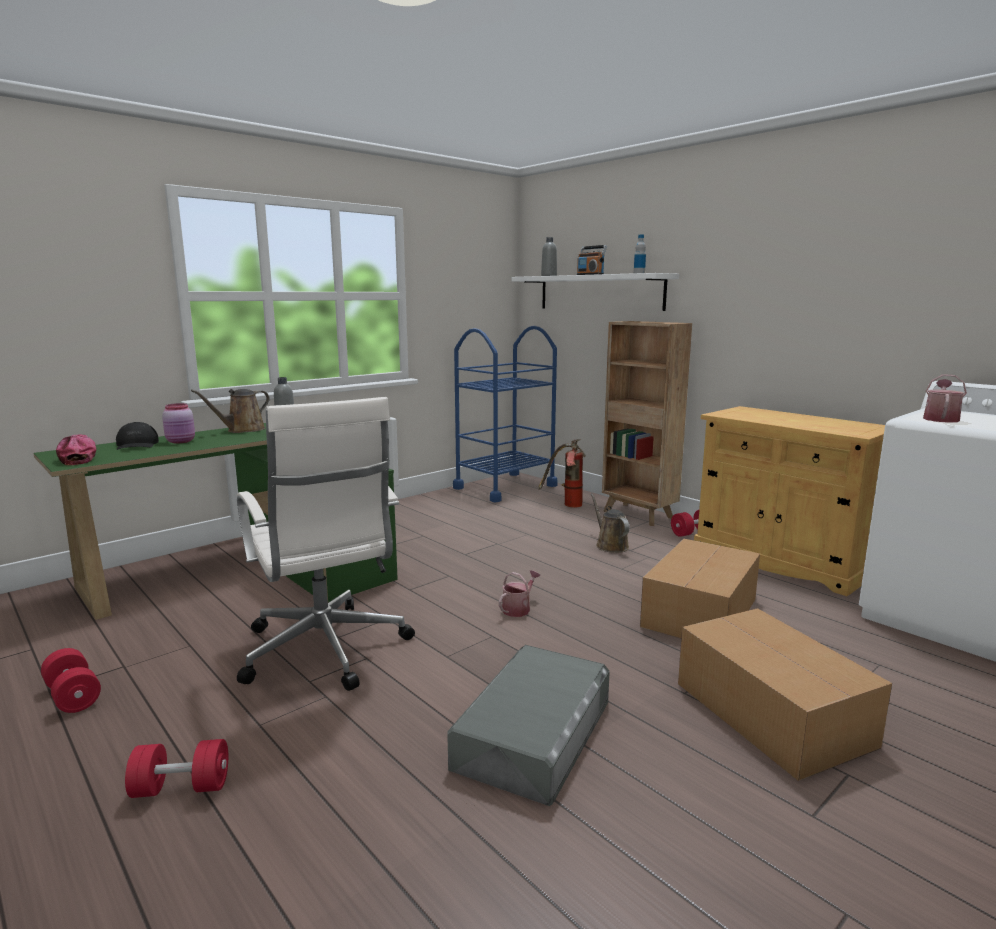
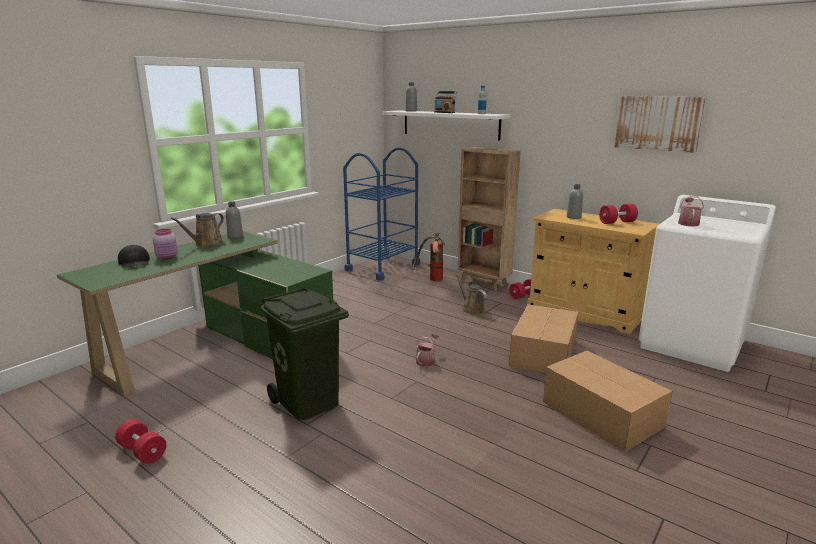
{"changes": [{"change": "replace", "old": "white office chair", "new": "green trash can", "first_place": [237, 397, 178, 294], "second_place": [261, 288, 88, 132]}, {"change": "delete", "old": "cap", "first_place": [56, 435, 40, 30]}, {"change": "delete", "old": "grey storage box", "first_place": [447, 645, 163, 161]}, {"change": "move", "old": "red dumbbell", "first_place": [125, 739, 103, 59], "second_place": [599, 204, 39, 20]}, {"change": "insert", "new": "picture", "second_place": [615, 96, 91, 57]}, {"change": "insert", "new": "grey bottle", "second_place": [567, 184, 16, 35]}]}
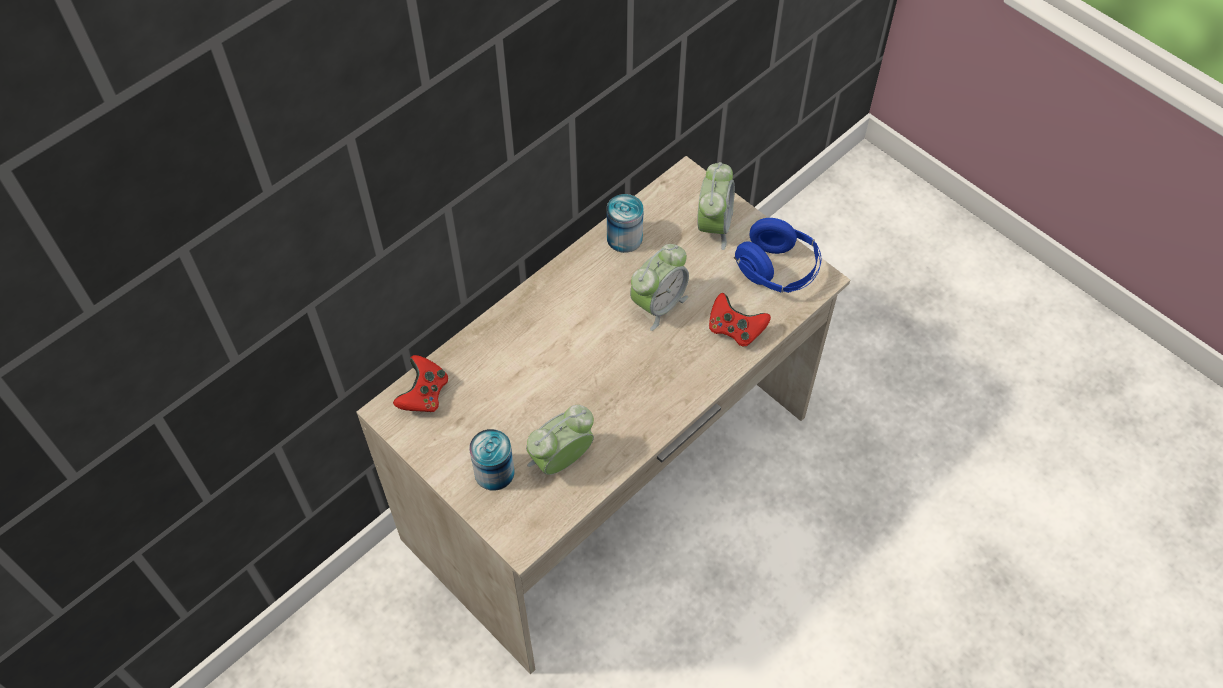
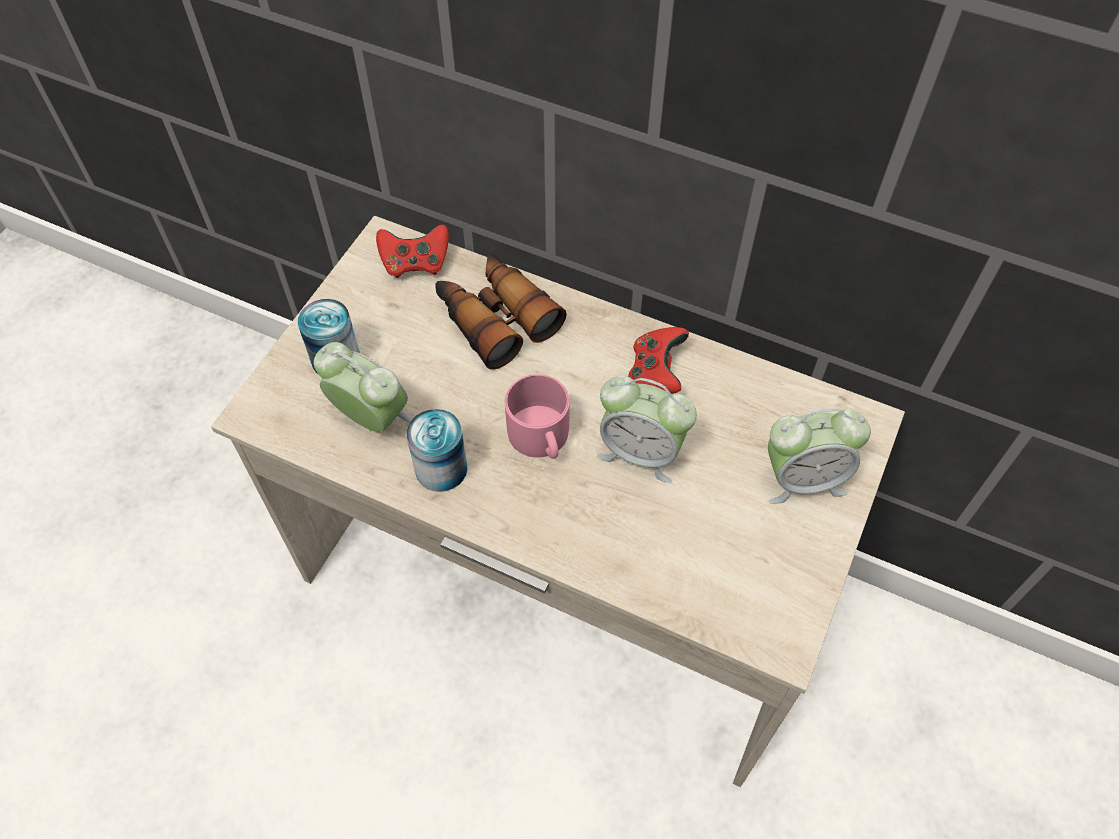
{"changes": [{"change": "move", "old": "can", "first_place": [607, 194, 37, 59], "second_place": [407, 409, 60, 83]}, {"change": "delete", "old": "blue headphones", "first_place": [734, 218, 87, 75]}, {"change": "move", "old": "red game controller", "first_place": [709, 293, 62, 54], "second_place": [628, 327, 61, 67]}, {"change": "insert", "new": "binoculars", "second_place": [435, 252, 132, 118]}, {"change": "insert", "new": "pink mug", "second_place": [505, 374, 65, 85]}]}
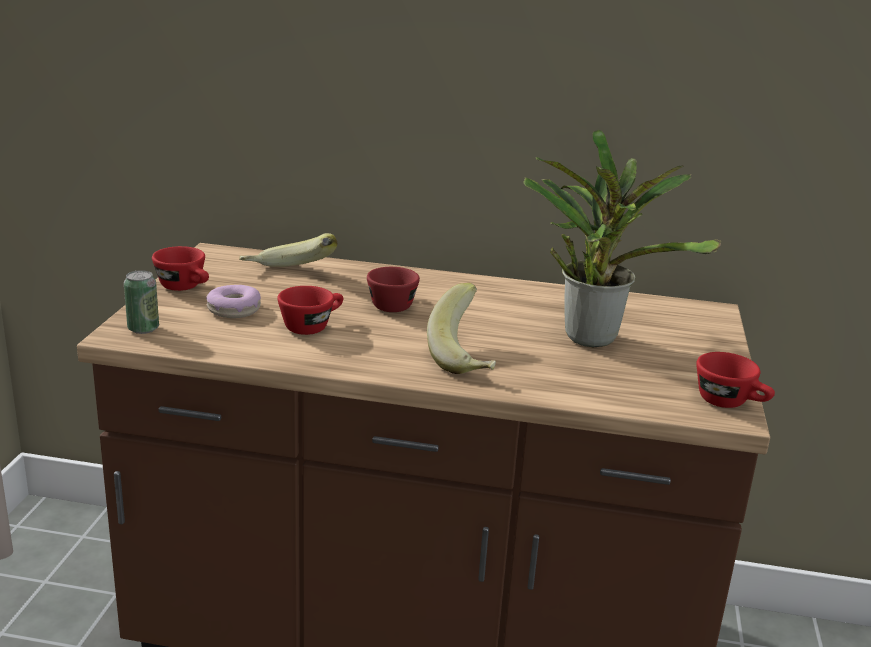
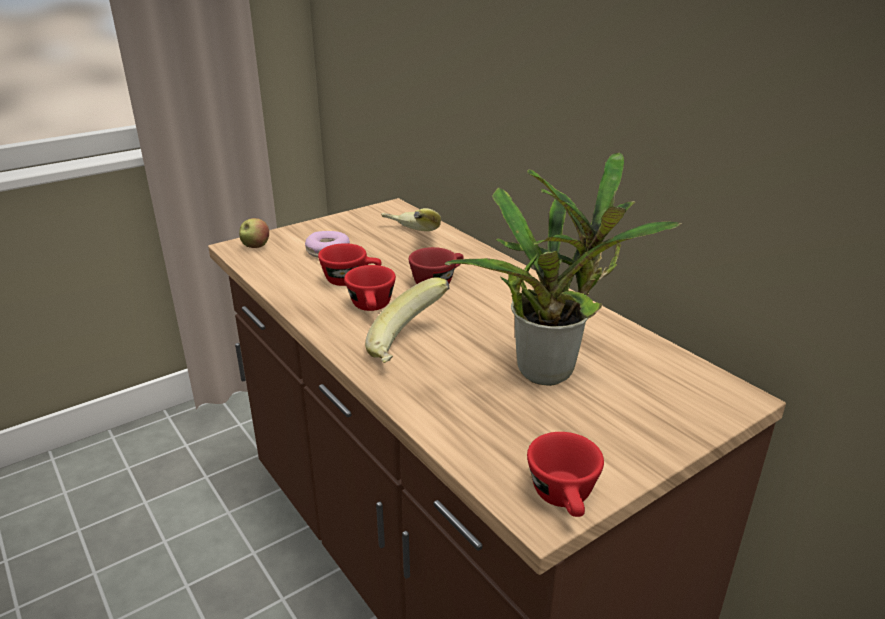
{"changes": [{"change": "move", "old": "red cup", "first_place": [152, 246, 57, 45], "second_place": [344, 265, 52, 46]}, {"change": "replace", "old": "can", "new": "apple", "first_place": [124, 270, 35, 64], "second_place": [239, 218, 30, 30]}]}
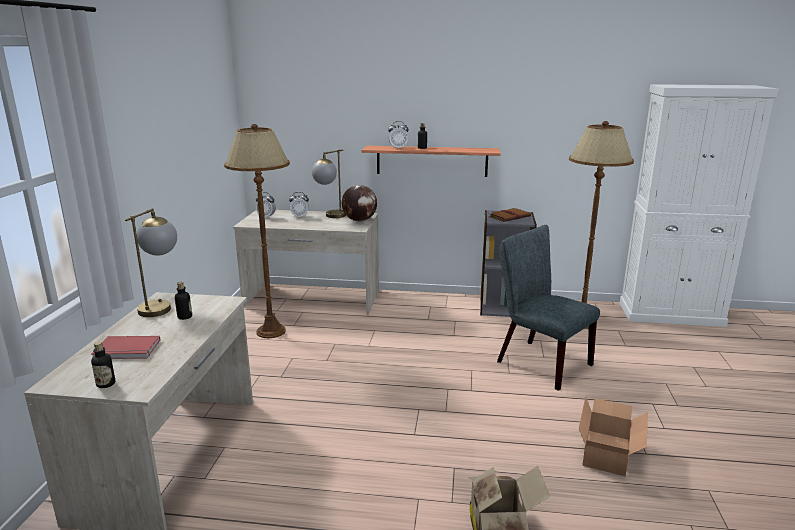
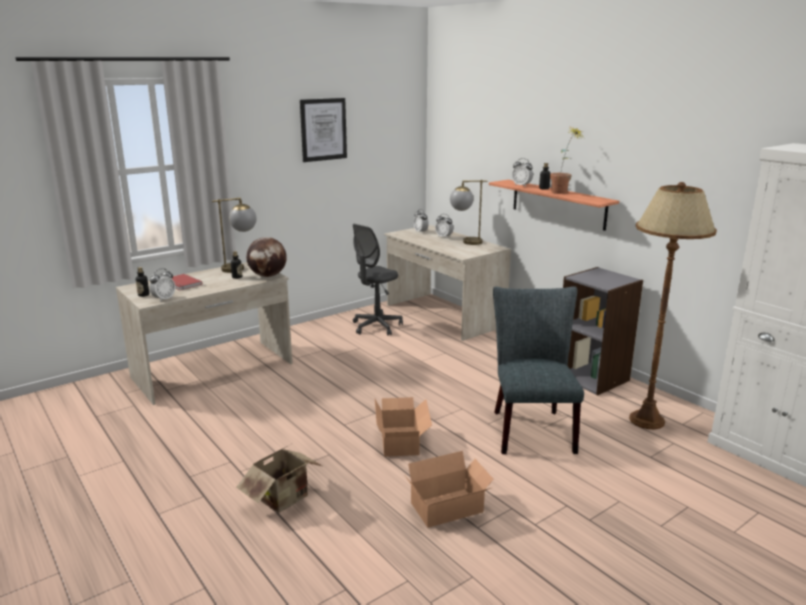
{"changes": [{"change": "replace", "old": "brown floor lamp", "new": "grey office chair", "first_place": [224, 124, 66, 214], "second_place": [353, 224, 50, 111]}, {"change": "move", "old": "globe", "first_place": [342, 185, 35, 36], "second_place": [246, 237, 41, 40]}, {"change": "delete", "old": "brown book", "first_place": [488, 208, 43, 14]}, {"change": "insert", "new": "picture", "second_place": [300, 98, 47, 64]}, {"change": "insert", "new": "potted plant", "second_place": [550, 128, 33, 66]}, {"change": "insert", "new": "alarm clock", "second_place": [149, 268, 27, 34]}, {"change": "insert", "new": "cardboard box", "second_place": [375, 397, 57, 60]}]}
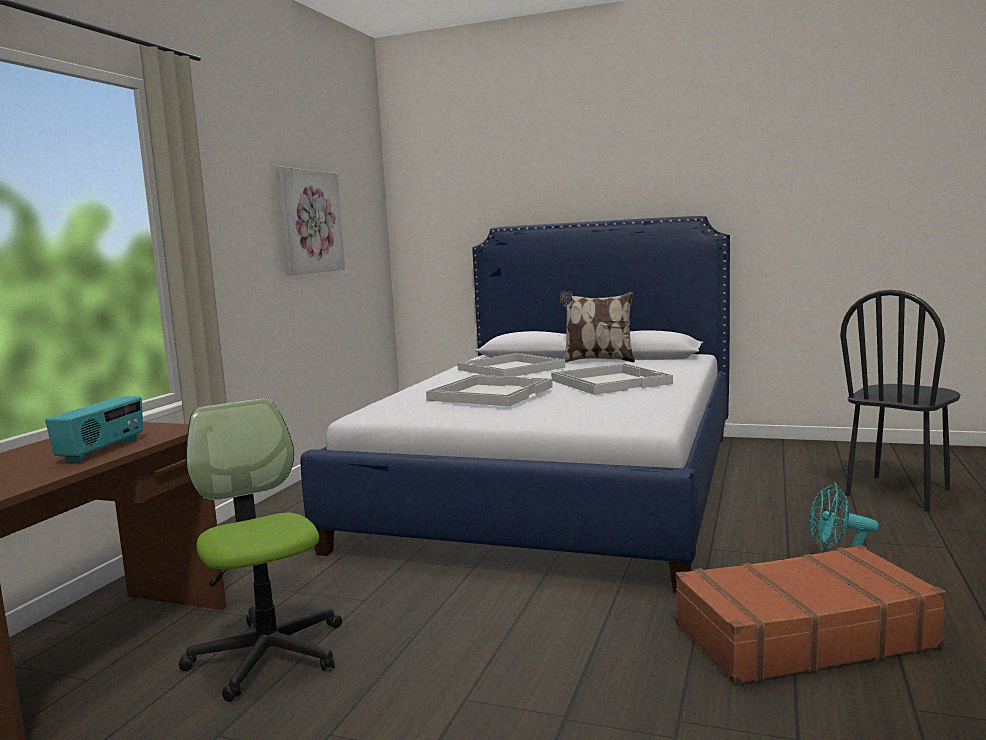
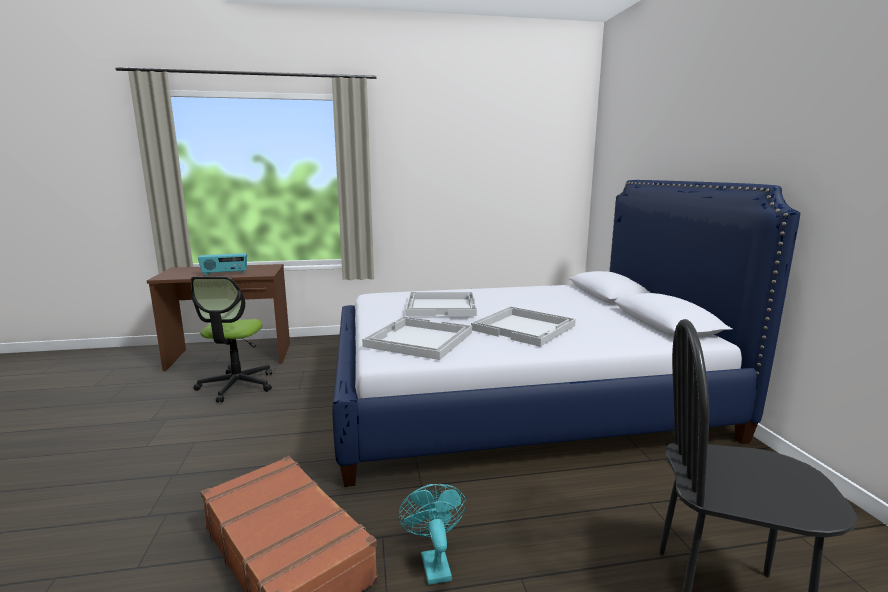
{"changes": [{"change": "delete", "old": "picture", "first_place": [276, 166, 69, 109]}, {"change": "delete", "old": "pillow", "first_place": [560, 291, 75, 72]}, {"change": "move", "old": "white tray", "first_place": [457, 353, 108, 24], "second_place": [362, 316, 110, 44]}, {"change": "rotate", "old": "office chair", "first_place": [179, 399, 163, 303], "second_place": [191, 277, 81, 125], "degrees": 150}]}
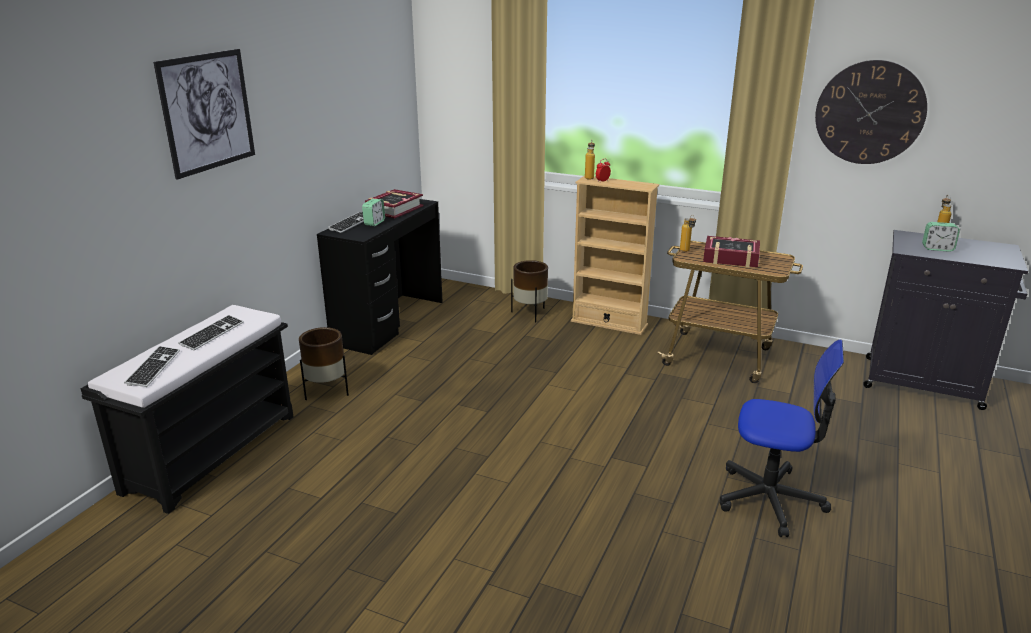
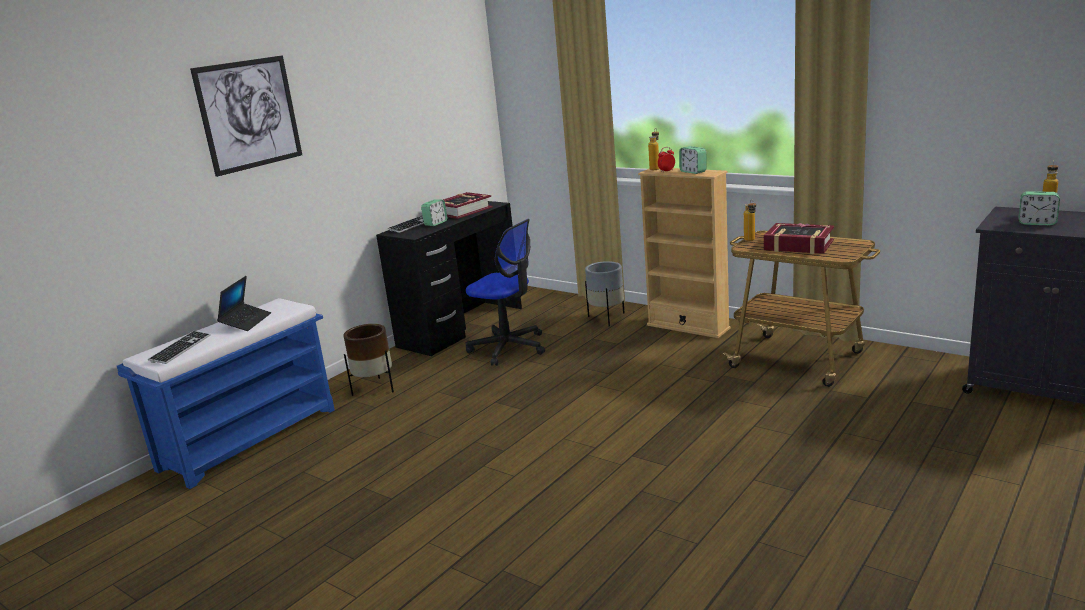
{"changes": [{"change": "delete", "old": "wall clock", "first_place": [815, 60, 112, 104]}, {"change": "recolor", "old": "brown planter", "new": "grey planter", "first_place": [511, 260, 37, 62], "second_place": [585, 261, 40, 65]}, {"change": "recolor", "old": "black bench", "new": "blue bench", "first_place": [81, 305, 212, 209], "second_place": [117, 298, 218, 191]}, {"change": "replace", "old": "keyboard", "new": "laptop", "first_place": [178, 315, 66, 36], "second_place": [217, 276, 54, 55]}, {"change": "move", "old": "office chair", "first_place": [720, 340, 124, 197], "second_place": [466, 219, 79, 147]}, {"change": "insert", "new": "alarm clock", "second_place": [679, 146, 27, 28]}]}
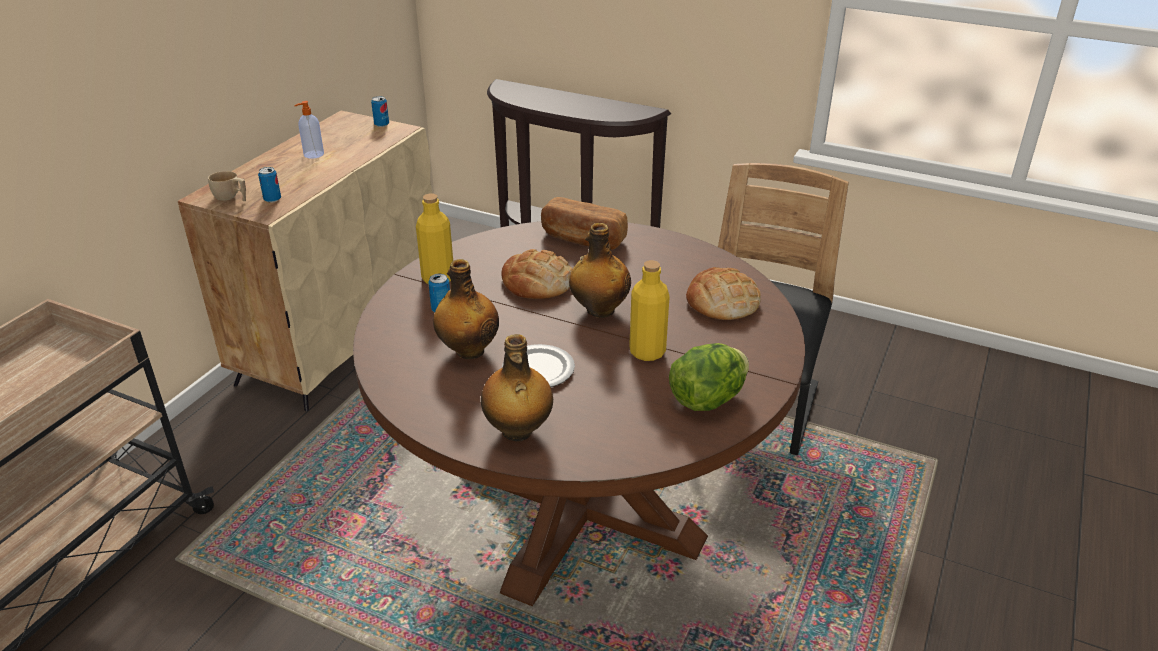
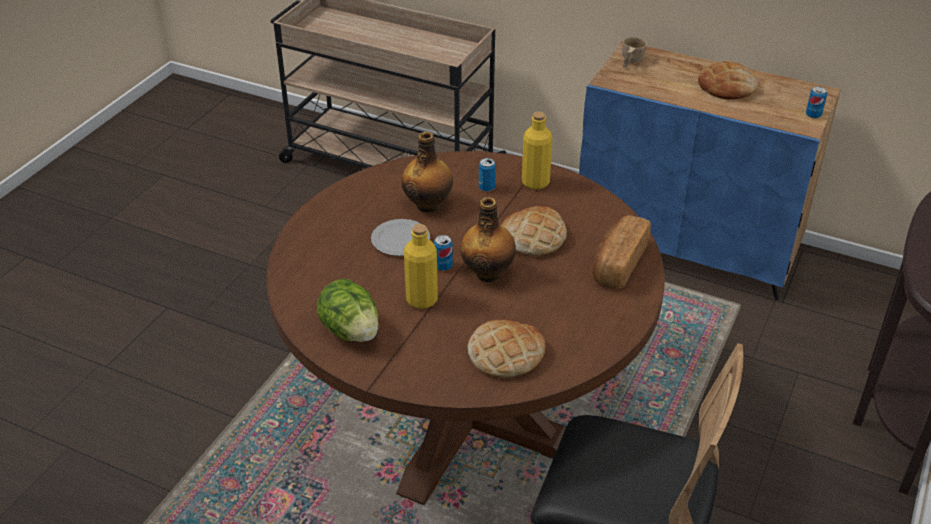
{"changes": [{"change": "replace", "old": "soap dispenser", "new": "bread", "first_place": [294, 101, 30, 58], "second_place": [698, 61, 60, 39]}, {"change": "recolor", "old": "beige cabinet", "new": "blue cabinet", "first_place": [178, 111, 255, 300], "second_place": [579, 41, 262, 259]}, {"change": "move", "old": "can", "first_place": [258, 167, 23, 36], "second_place": [434, 235, 19, 36]}, {"change": "delete", "old": "bottle", "first_place": [481, 334, 72, 108]}]}
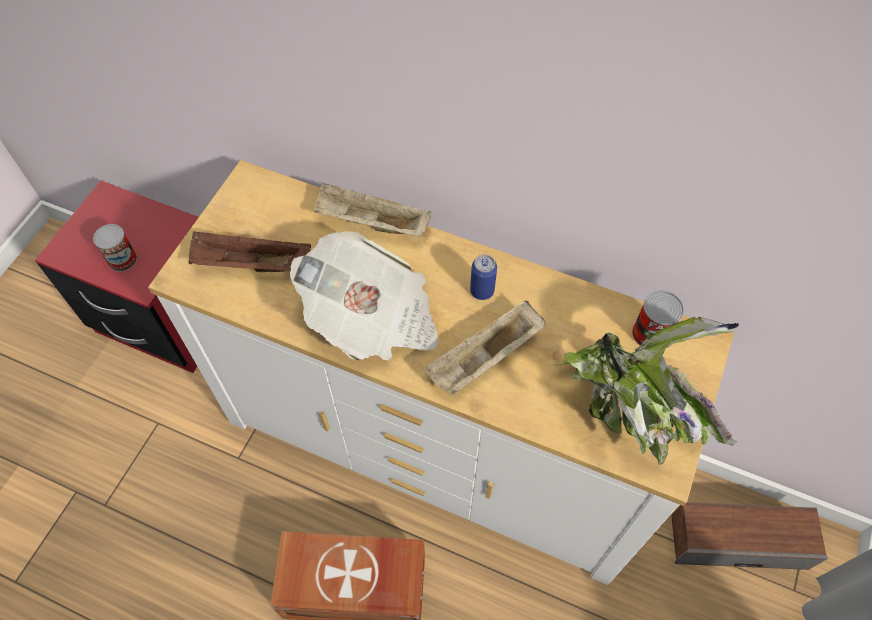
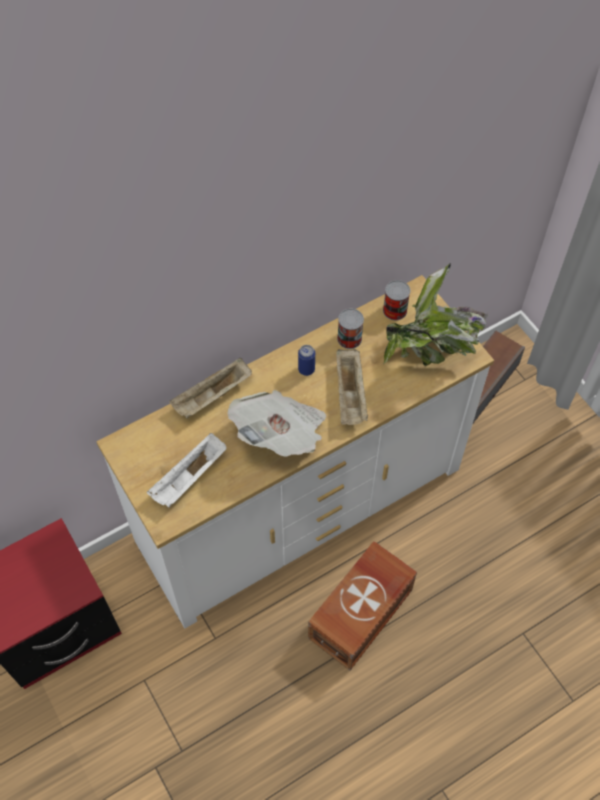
{"changes": [{"change": "move", "old": "can", "first_place": [93, 224, 44, 48], "second_place": [337, 308, 27, 41]}, {"change": "recolor", "old": "brown tray", "new": "white tray", "first_place": [188, 231, 123, 41], "second_place": [147, 433, 79, 74]}]}
